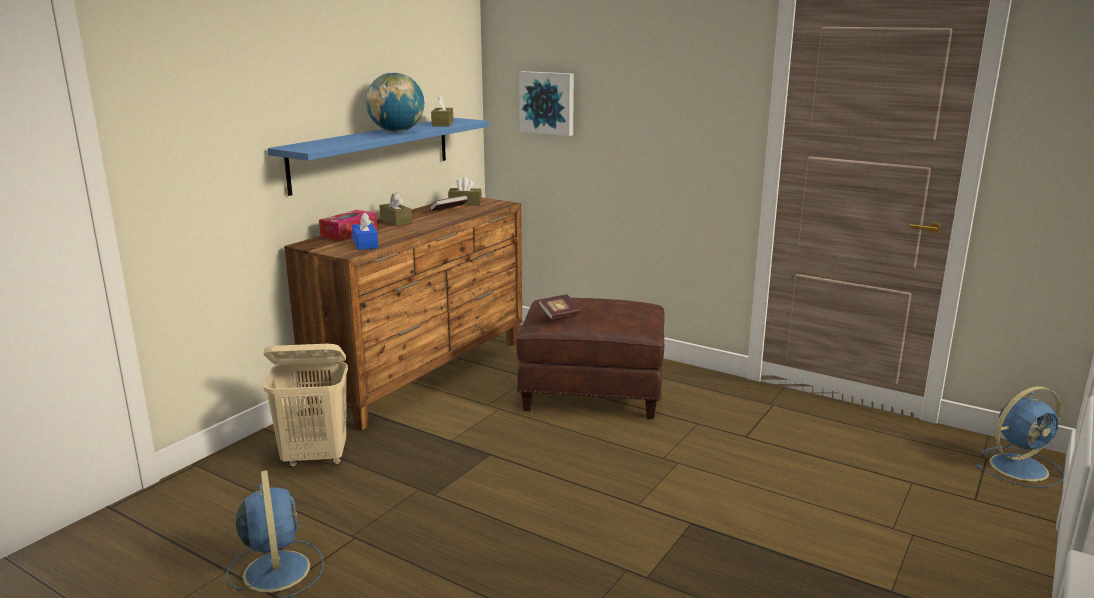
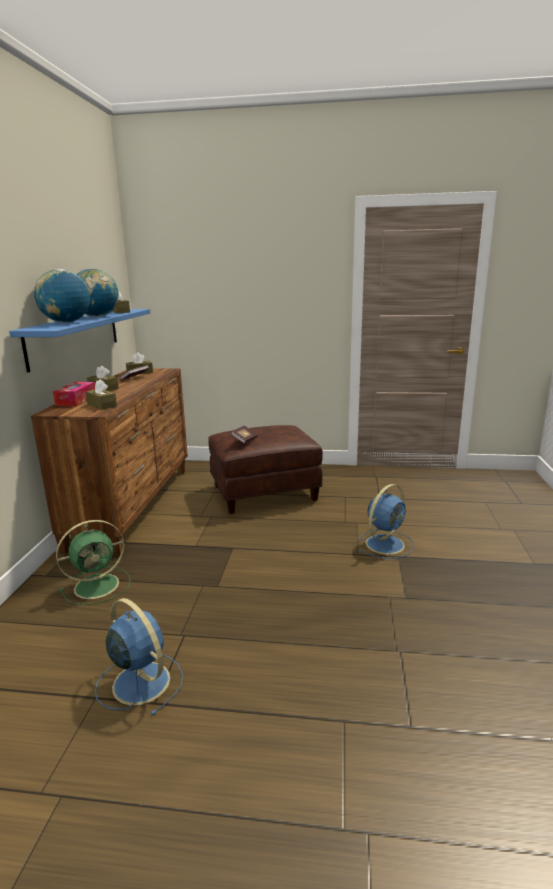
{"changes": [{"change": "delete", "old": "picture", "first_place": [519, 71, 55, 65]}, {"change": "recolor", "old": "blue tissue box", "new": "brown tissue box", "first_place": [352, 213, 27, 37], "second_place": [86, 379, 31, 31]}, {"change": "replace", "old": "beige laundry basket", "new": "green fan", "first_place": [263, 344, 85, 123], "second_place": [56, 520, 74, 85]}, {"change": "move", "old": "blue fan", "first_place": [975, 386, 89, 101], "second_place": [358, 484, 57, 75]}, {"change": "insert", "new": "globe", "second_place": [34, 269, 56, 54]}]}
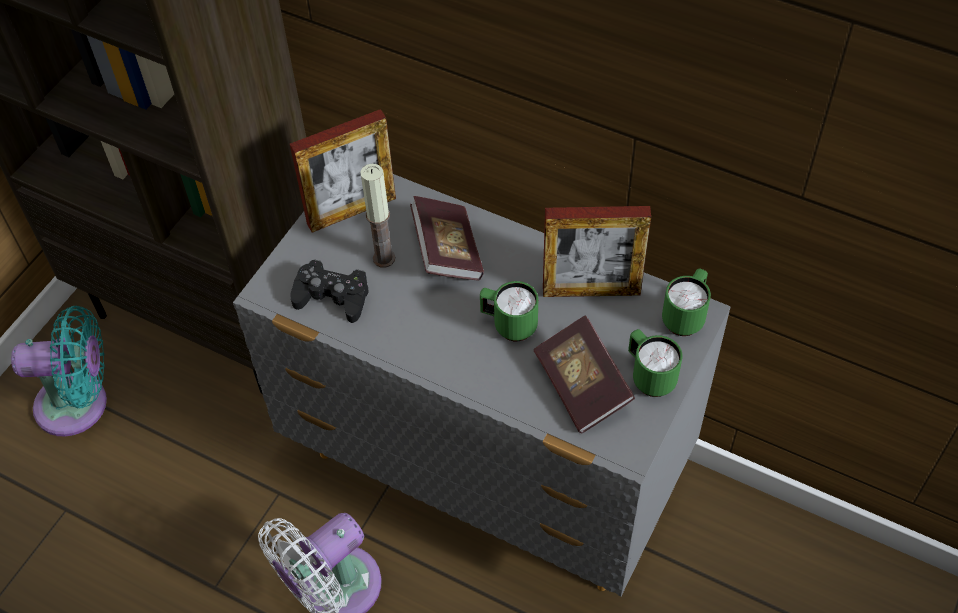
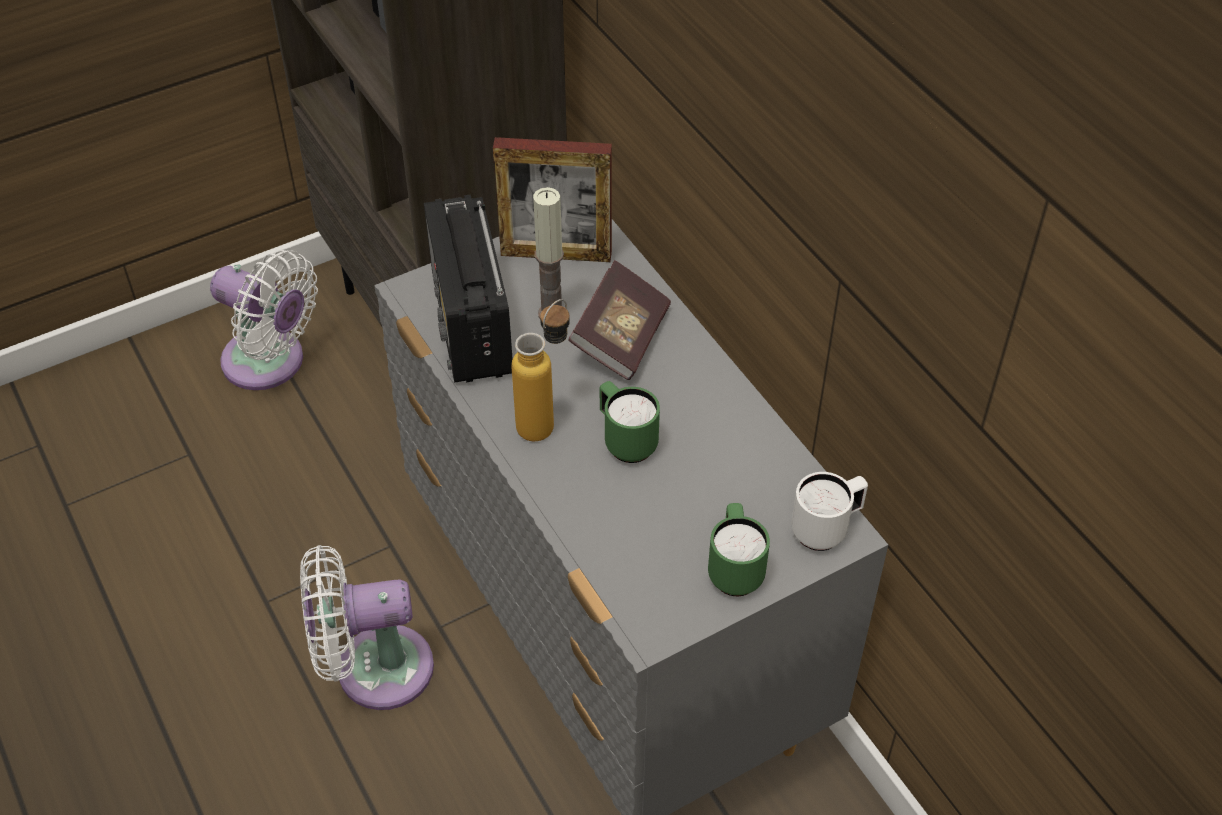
{"changes": [{"change": "delete", "old": "picture frame", "first_place": [543, 206, 108, 91]}, {"change": "replace", "old": "black game controller", "new": "radio", "first_place": [290, 259, 78, 64], "second_place": [424, 194, 89, 189]}, {"change": "recolor", "old": "green mug", "new": "white mug", "first_place": [662, 269, 49, 67], "second_place": [791, 472, 77, 79]}, {"change": "recolor", "old": "turquoise fan", "new": "white fan", "first_place": [11, 306, 96, 131], "second_place": [210, 250, 108, 140]}, {"change": "delete", "old": "book", "first_place": [534, 315, 101, 119]}, {"change": "insert", "new": "bottle", "second_place": [511, 299, 59, 142]}]}
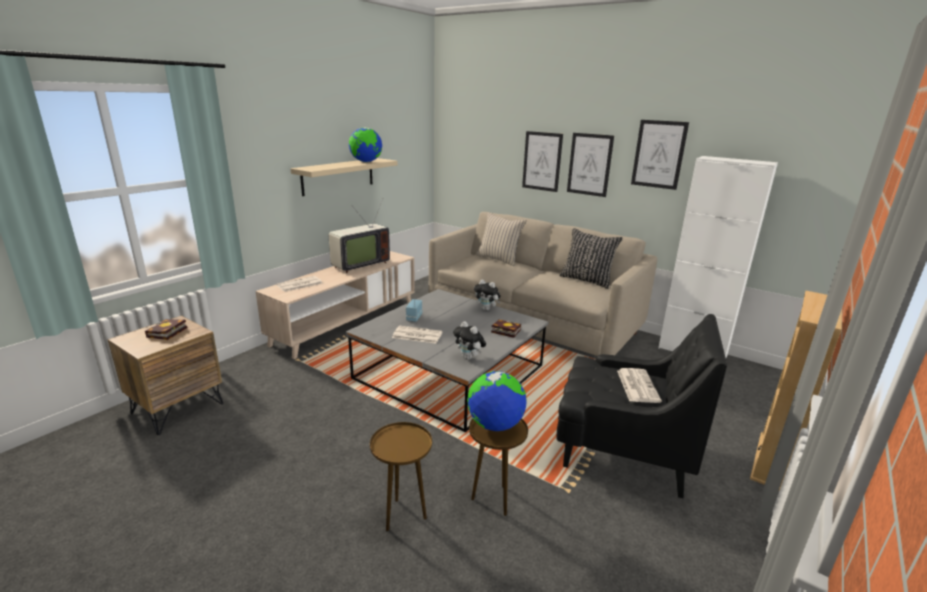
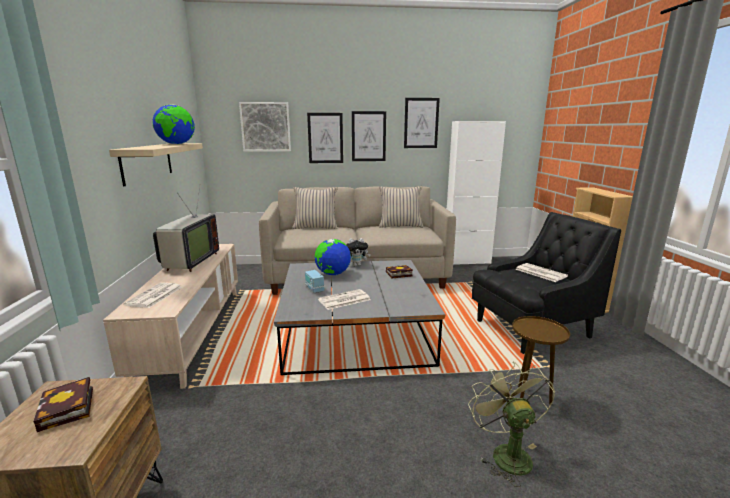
{"changes": [{"change": "recolor", "old": "black pillow", "new": "beige pillow", "first_place": [559, 228, 64, 61], "second_place": [379, 186, 44, 42]}, {"change": "delete", "old": "plush toy", "first_place": [453, 321, 33, 39]}, {"change": "move", "old": "globe", "first_place": [467, 371, 60, 60], "second_place": [314, 239, 37, 36]}, {"change": "replace", "old": "brown side table", "new": "green fan", "first_place": [370, 422, 62, 110], "second_place": [468, 361, 87, 126]}, {"change": "insert", "new": "picture", "second_place": [239, 102, 52, 50]}]}
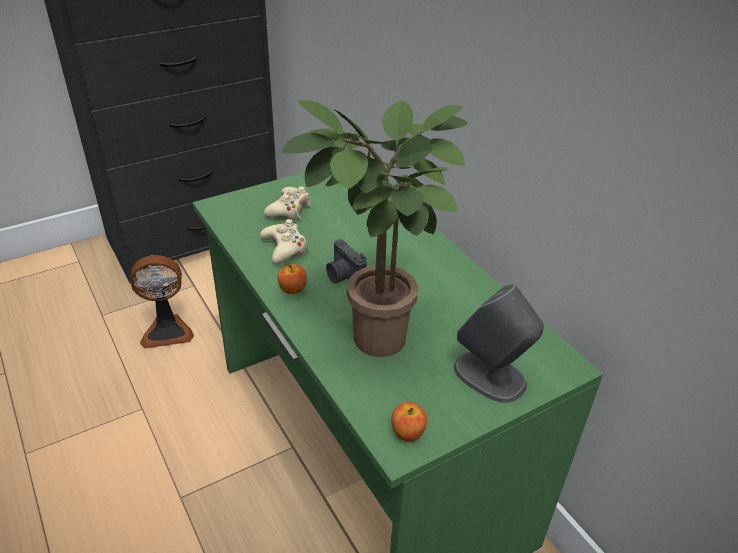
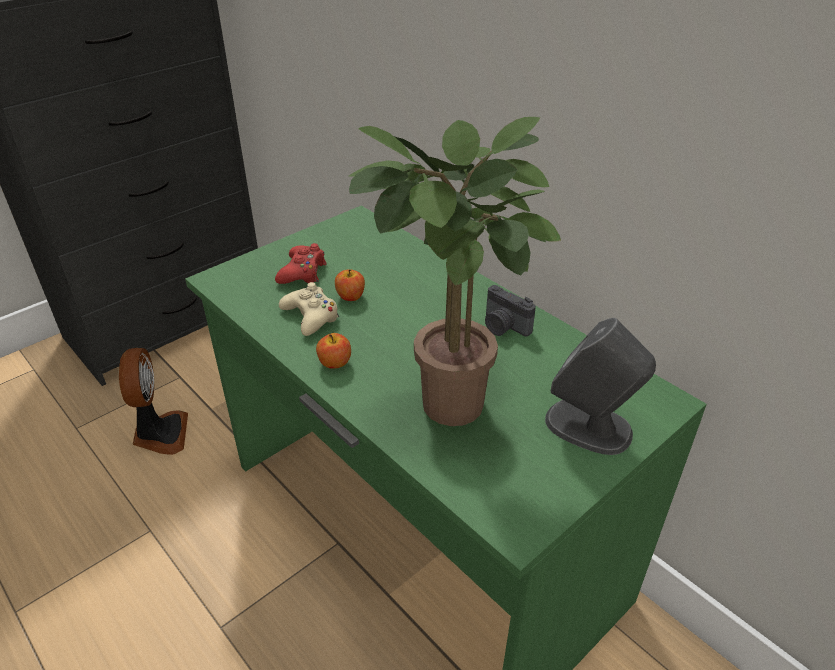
{"changes": [{"change": "recolor", "old": "beige game controller", "new": "red game controller", "first_place": [264, 187, 47, 33], "second_place": [275, 243, 52, 41]}, {"change": "move", "old": "photo camera", "first_place": [326, 239, 41, 45], "second_place": [485, 285, 51, 51]}, {"change": "rotate", "old": "fan", "first_place": [130, 255, 64, 93], "second_place": [119, 348, 69, 107], "degrees": -75}, {"change": "move", "old": "apple", "first_place": [391, 402, 36, 39], "second_place": [335, 270, 30, 31]}]}
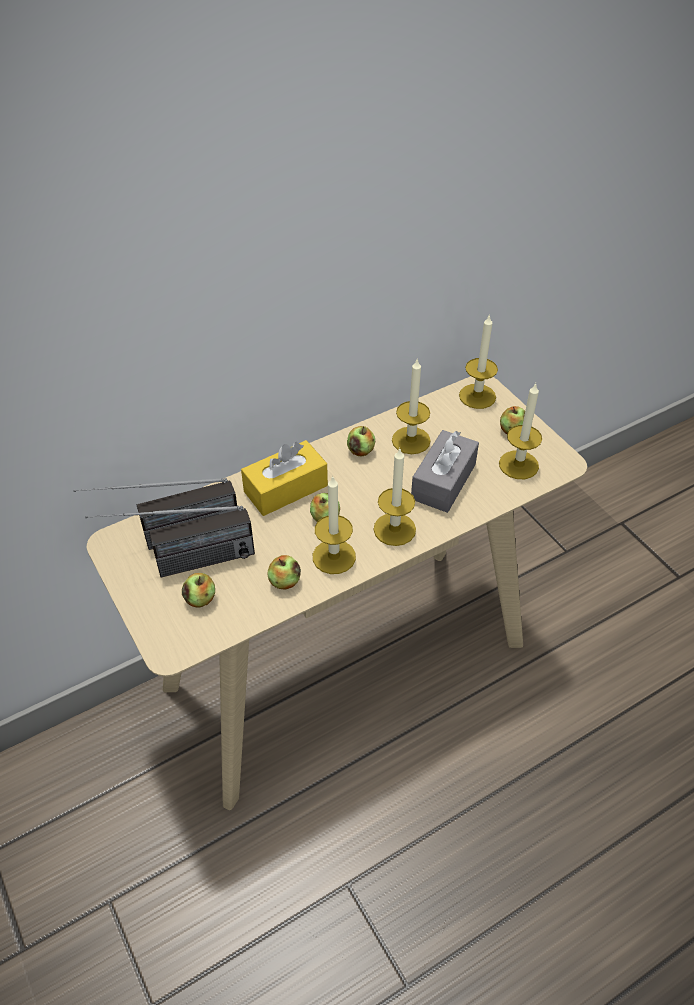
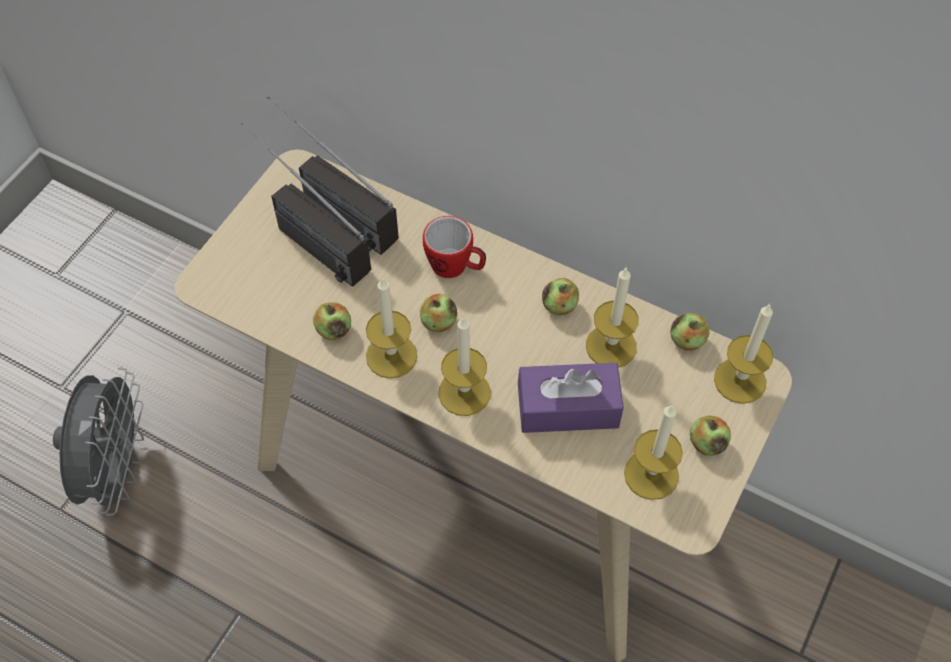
{"changes": [{"change": "recolor", "old": "grey tissue box", "new": "purple tissue box", "first_place": [411, 430, 68, 83], "second_place": [518, 363, 106, 70]}, {"change": "replace", "old": "yellow tissue box", "new": "mug", "first_place": [241, 440, 87, 76], "second_place": [423, 216, 63, 62]}, {"change": "move", "old": "apple", "first_place": [182, 573, 33, 35], "second_place": [670, 313, 40, 37]}, {"change": "insert", "new": "grey fan", "second_place": [53, 368, 91, 148]}]}
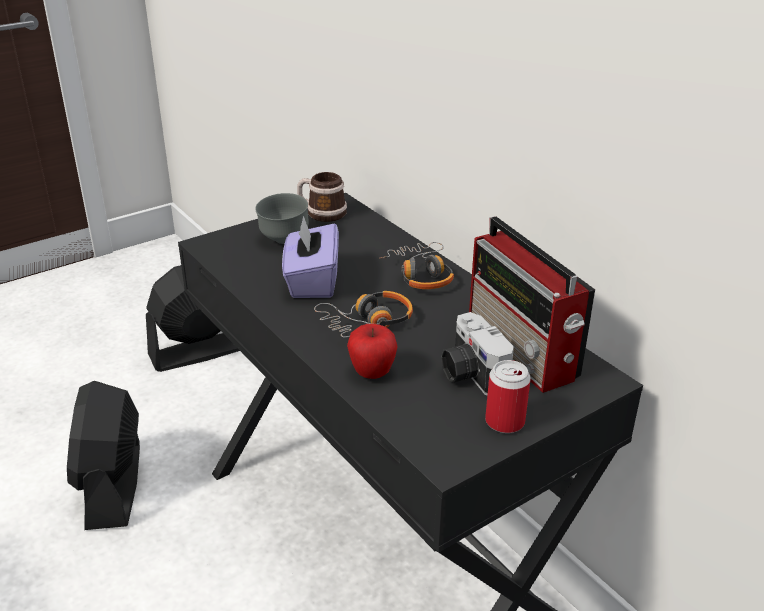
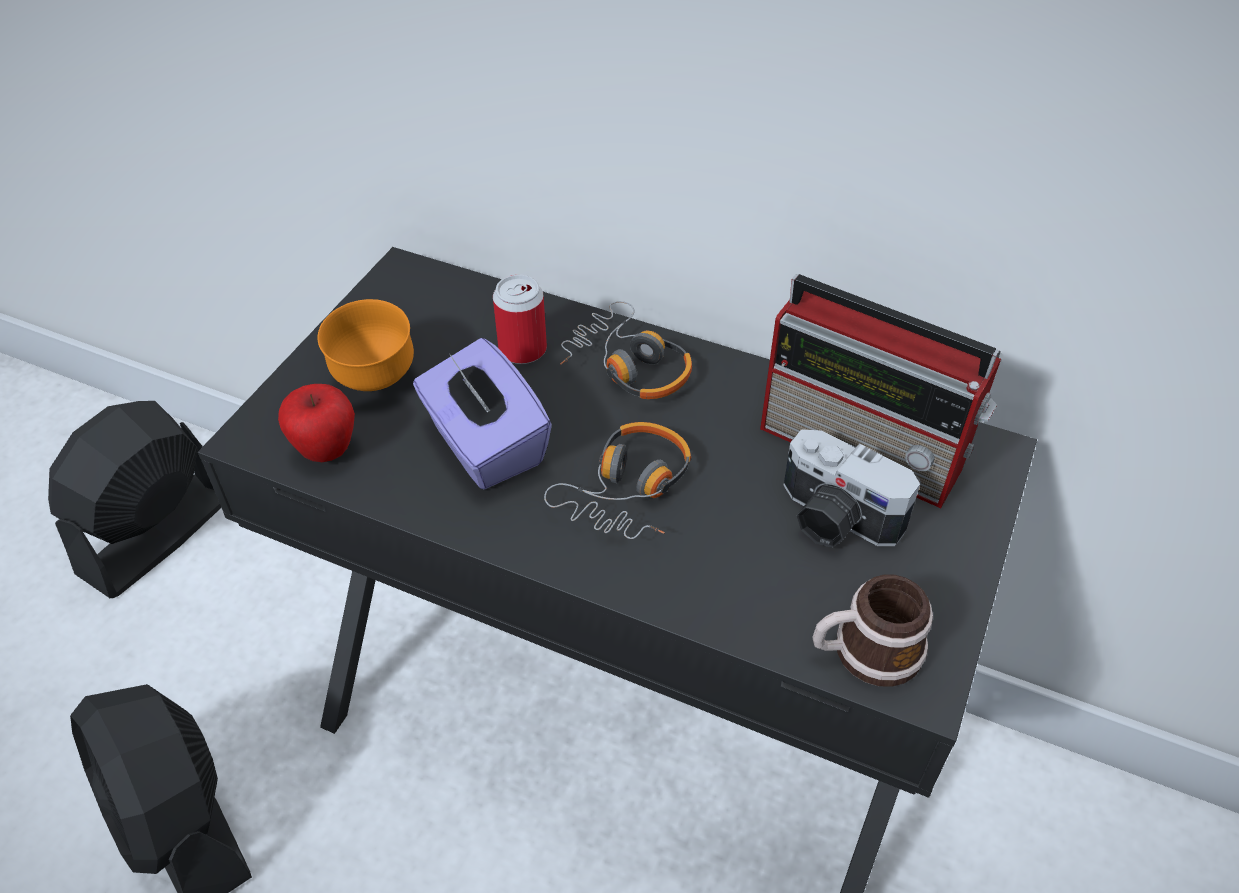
{"changes": [{"change": "move", "old": "mug", "first_place": [297, 172, 50, 50], "second_place": [812, 574, 121, 113]}, {"change": "recolor", "old": "grey bowl", "new": "orange bowl", "first_place": [255, 193, 54, 51], "second_place": [318, 299, 96, 92]}, {"change": "move", "old": "apple", "first_place": [347, 324, 51, 55], "second_place": [278, 384, 77, 78]}, {"change": "move", "old": "can", "first_place": [485, 360, 46, 73], "second_place": [493, 275, 54, 89]}]}
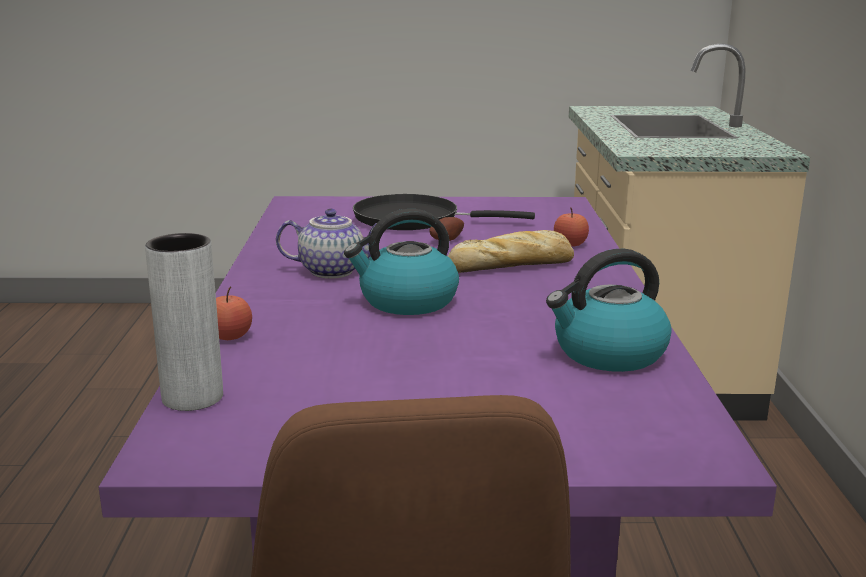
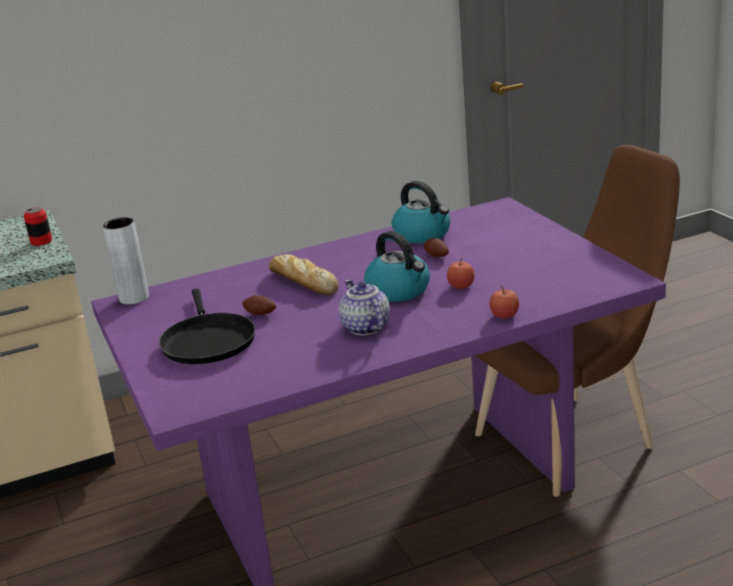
{"changes": [{"change": "move", "old": "apple", "first_place": [554, 207, 35, 40], "second_place": [447, 258, 27, 31]}, {"change": "move", "old": "grey vase", "first_place": [145, 233, 78, 178], "second_place": [103, 217, 46, 88]}, {"change": "insert", "new": "can", "second_place": [24, 207, 28, 39]}, {"change": "insert", "new": "potato", "second_place": [424, 238, 25, 19]}]}
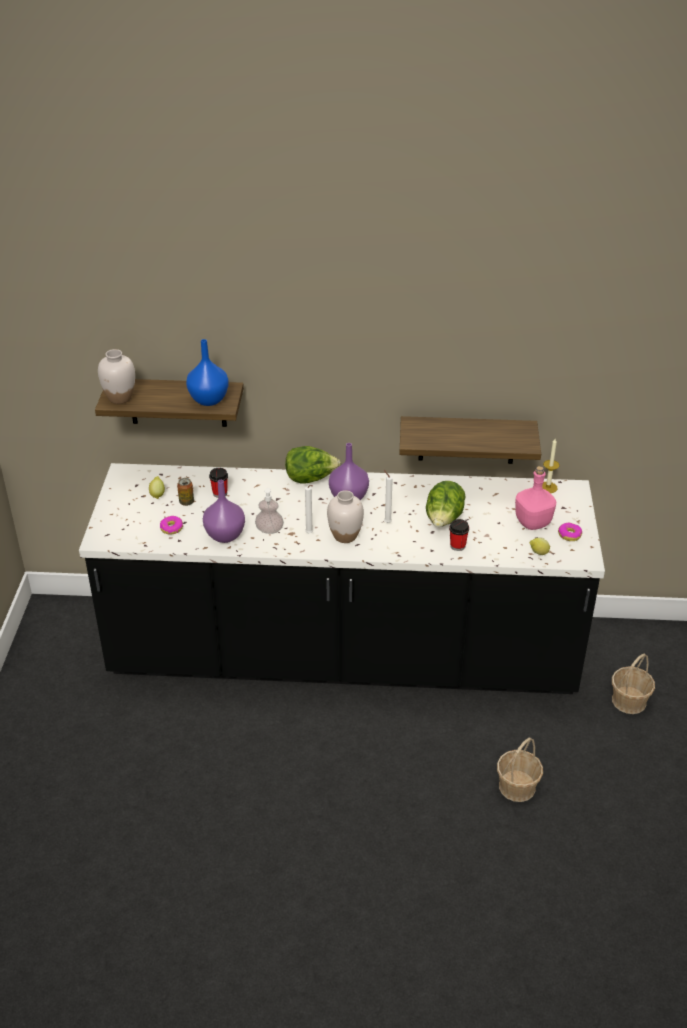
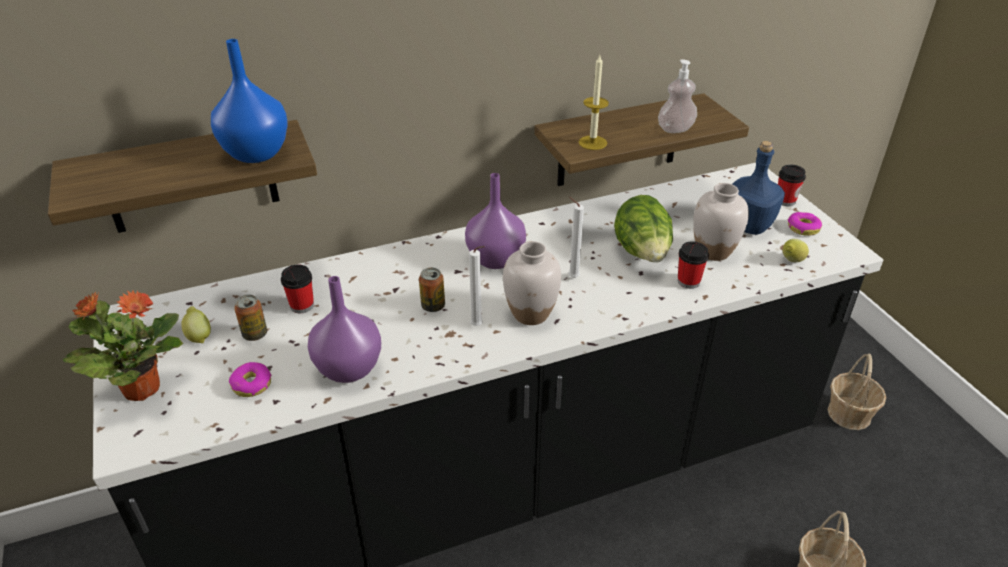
{"changes": [{"change": "move", "old": "white vase", "first_place": [98, 349, 37, 55], "second_place": [693, 183, 56, 78]}, {"change": "move", "old": "candle", "first_place": [542, 439, 18, 54], "second_place": [579, 55, 30, 95]}, {"change": "delete", "old": "lettuce", "first_place": [285, 446, 56, 37]}, {"change": "recolor", "old": "pink bottle", "new": "blue bottle", "first_place": [515, 466, 41, 64], "second_place": [733, 141, 52, 94]}, {"change": "move", "old": "soap dispenser", "first_place": [255, 488, 29, 46], "second_place": [658, 59, 39, 74]}, {"change": "insert", "new": "cup", "second_place": [778, 164, 28, 42]}, {"change": "insert", "new": "can", "second_place": [419, 268, 26, 44]}, {"change": "insert", "new": "potted plant", "second_place": [63, 290, 120, 111]}]}
